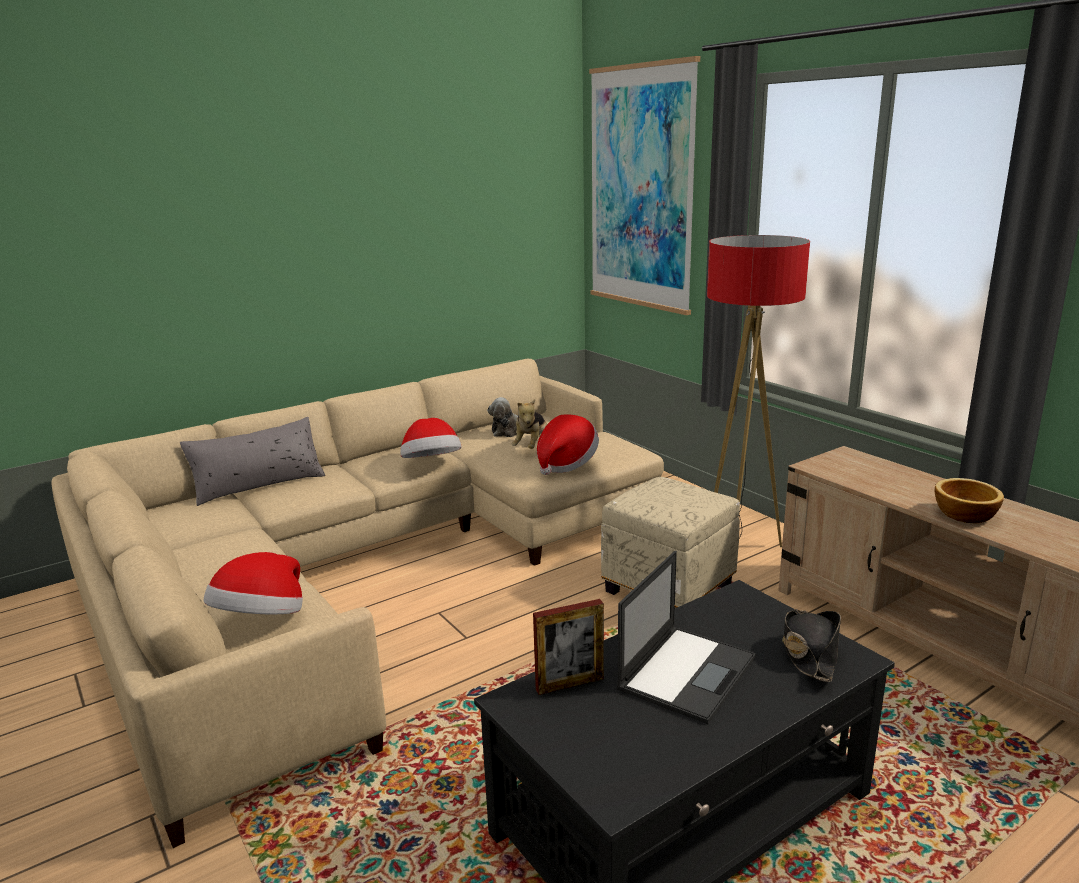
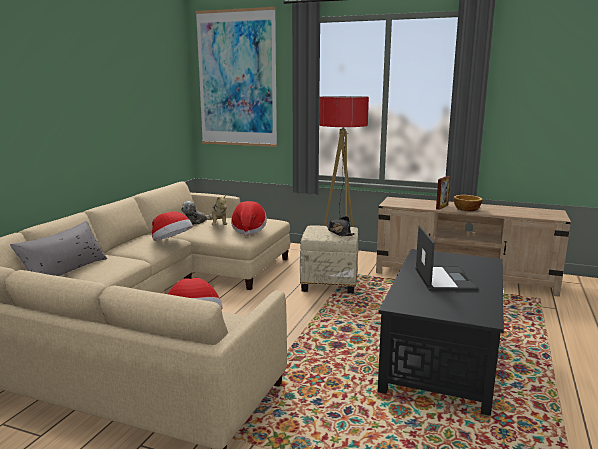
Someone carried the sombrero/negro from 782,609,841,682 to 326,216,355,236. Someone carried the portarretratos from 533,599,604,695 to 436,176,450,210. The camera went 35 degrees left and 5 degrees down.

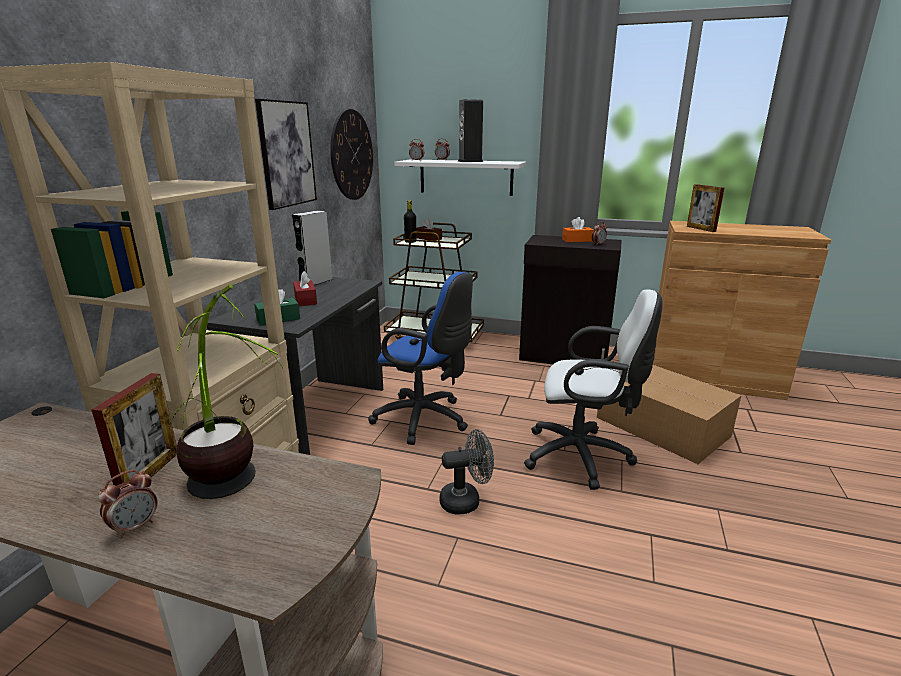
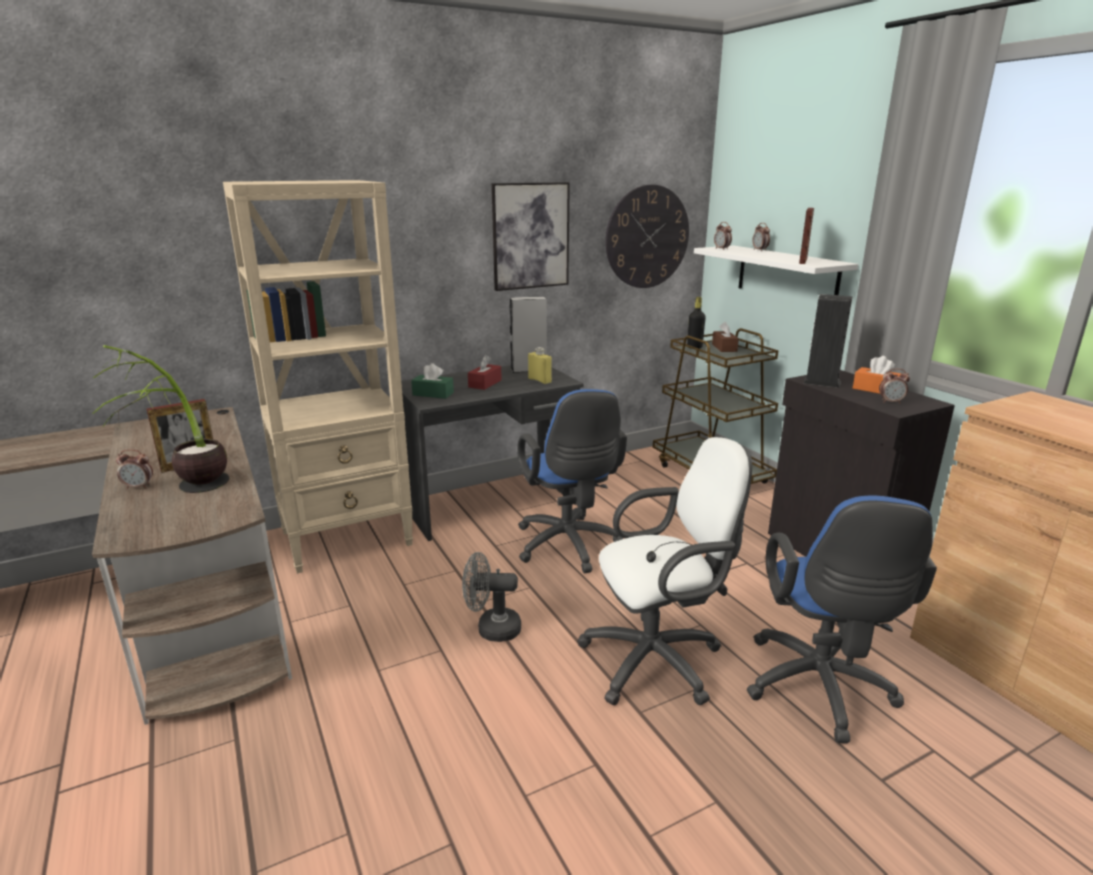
Someone rotated the ventilador/gris at 440,429,494,515 by 150 degrees clockwise. Someone put down the botella/amarillo at 528,347,552,384. Someone rotated the silla de oficina/blanco at 524,289,663,490 by 75 degrees counterclockwise. Someone swapped the caja de cartón at 597,365,741,464 for the silla de oficina/azul at 747,495,937,744. Someone carried the portarretratos from 687,184,724,232 to 799,208,814,264. Someone carried the altavoz from 458,99,484,162 to 804,294,853,388. The camera went 45 degrees right and 0 degrees up.

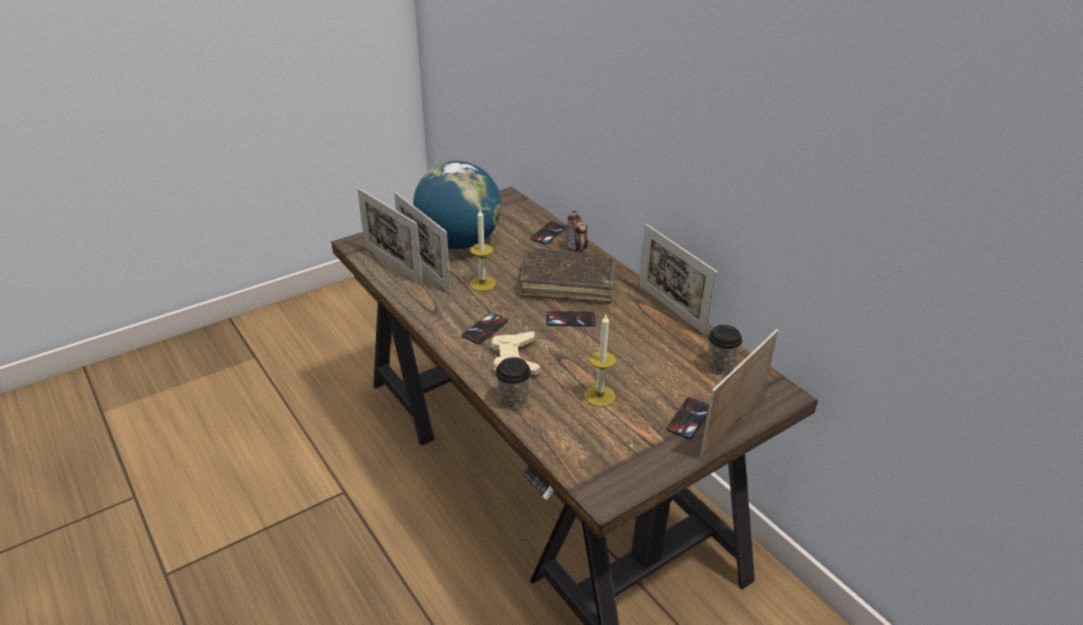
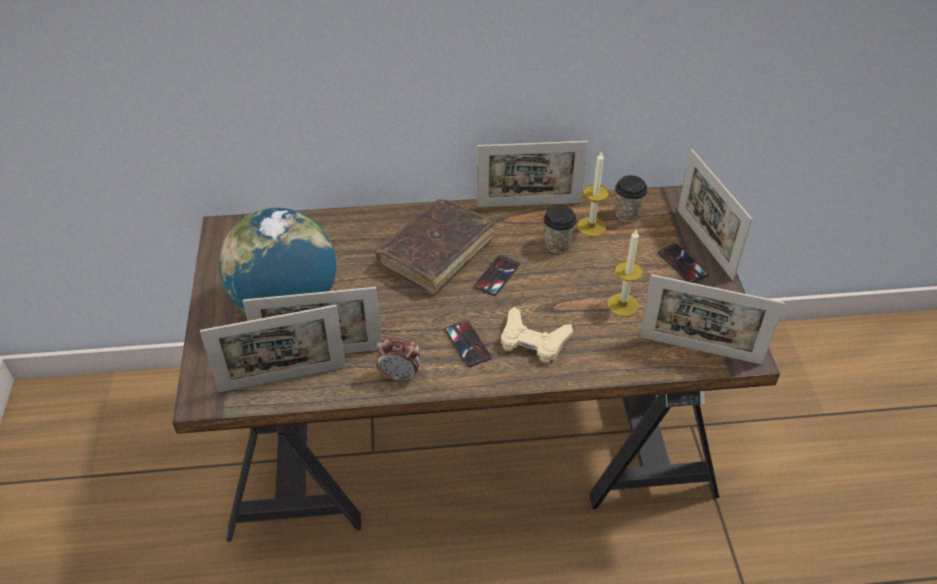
Someone carried the despertador from 565,210,588,253 to 376,337,420,382. Someone carried the taza from 495,357,531,409 to 544,205,577,253. Someone carried the vela from 470,209,496,291 to 577,152,609,237. Someone put down the portarretratos at 639,274,784,365. Someone took away the móvil at 530,221,566,244. The camera went 60 degrees left and 10 degrees up.

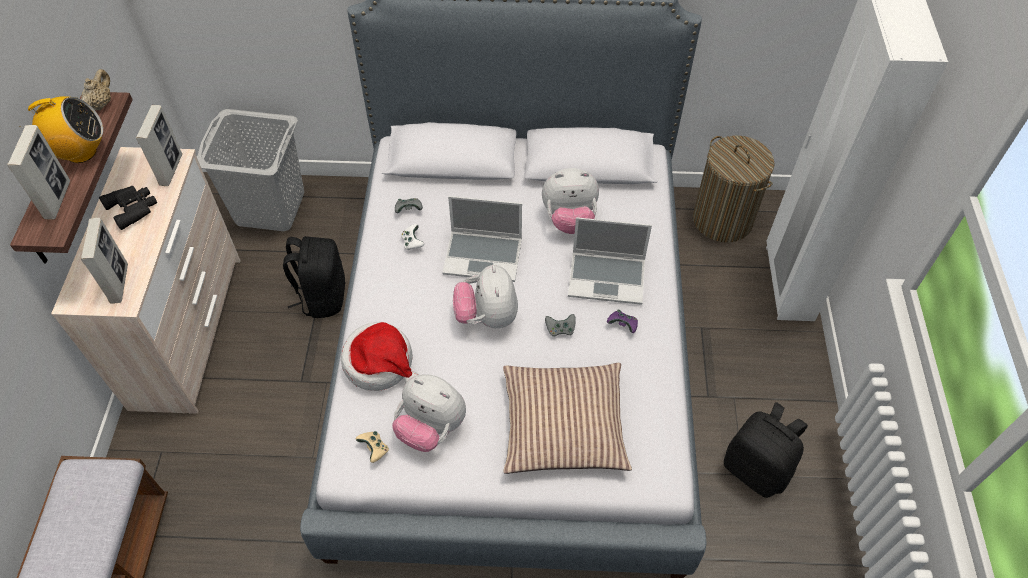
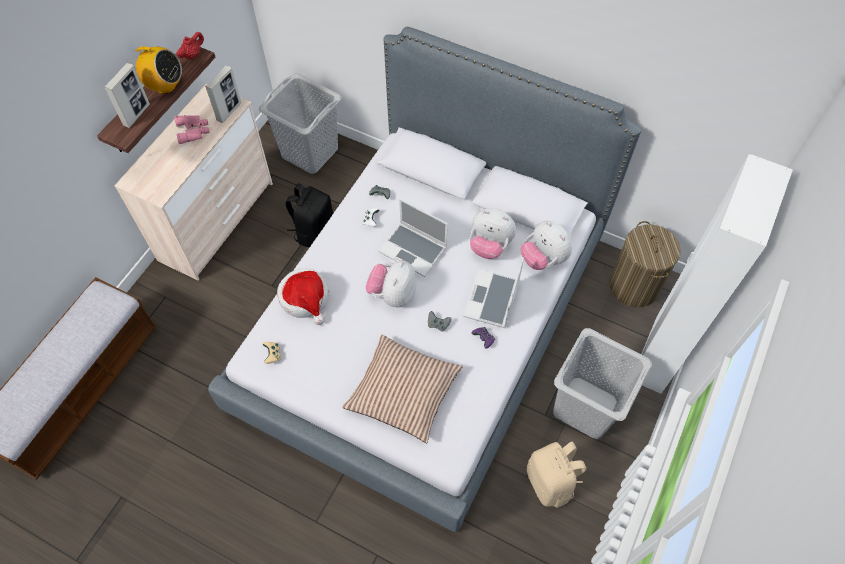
Someone repainted the prismáticos/negro at 99,186,157,230, which became the prismáticos/rosa at 174,115,210,144. Someone repainted the tetera/beis at 81,69,111,111, which became the tetera/rojo at 176,32,204,60. Someone rotated the portátil at 568,217,652,305 by 75 degrees clockwise. Someone carried the peluche from 392,374,466,452 to 521,221,572,270. Someone repainted the mochila/negro at 724,402,808,498, which became the mochila/beis at 527,441,587,508. Someone put down the cesto de la ropa/gris at 553,328,652,439. Someone took away the portarretratos at 81,218,128,304. The camera went 25 degrees right and 5 degrees up.

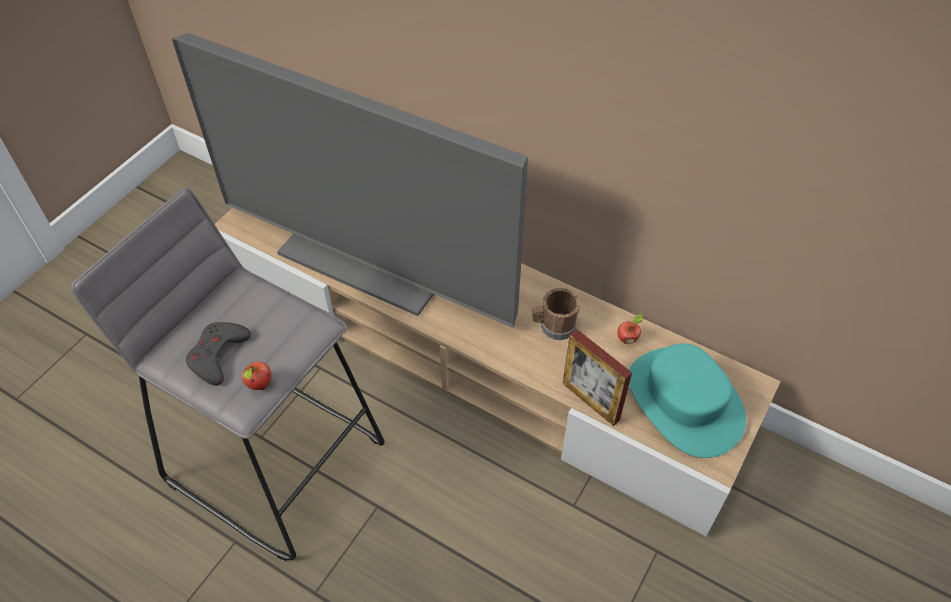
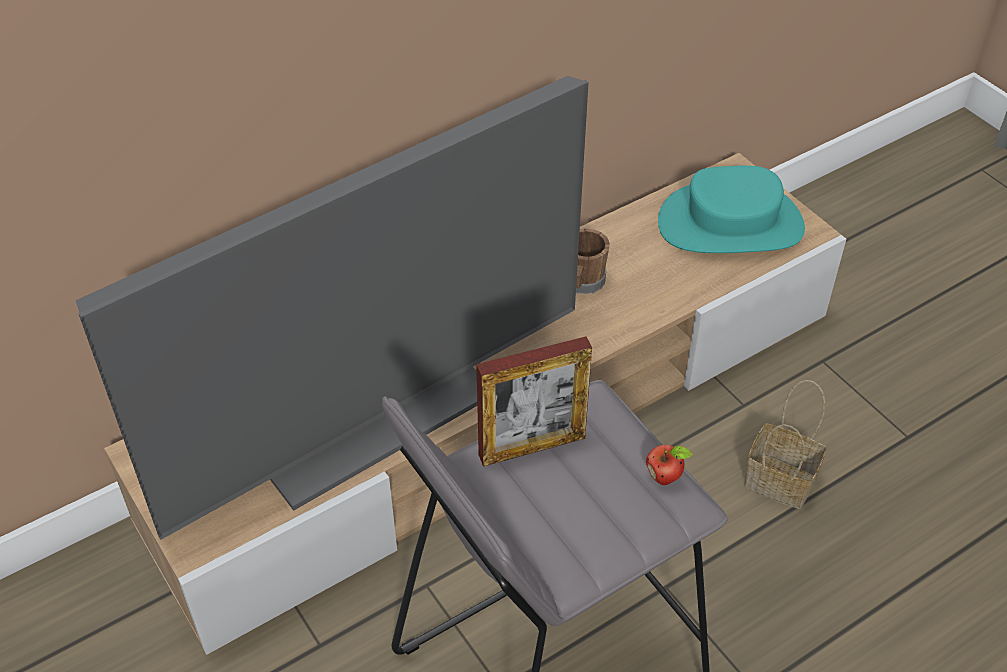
Someone carried the portarretratos from 563,329,632,426 to 476,336,592,466. Someone put down the cesta at 744,380,827,509. Someone took away the mando de consola/gris at 186,322,251,386. Someone took away the manzana at 618,314,643,344. The camera went 65 degrees left and 5 degrees down.

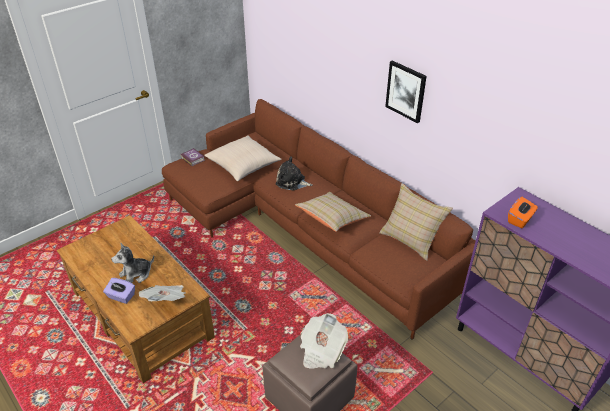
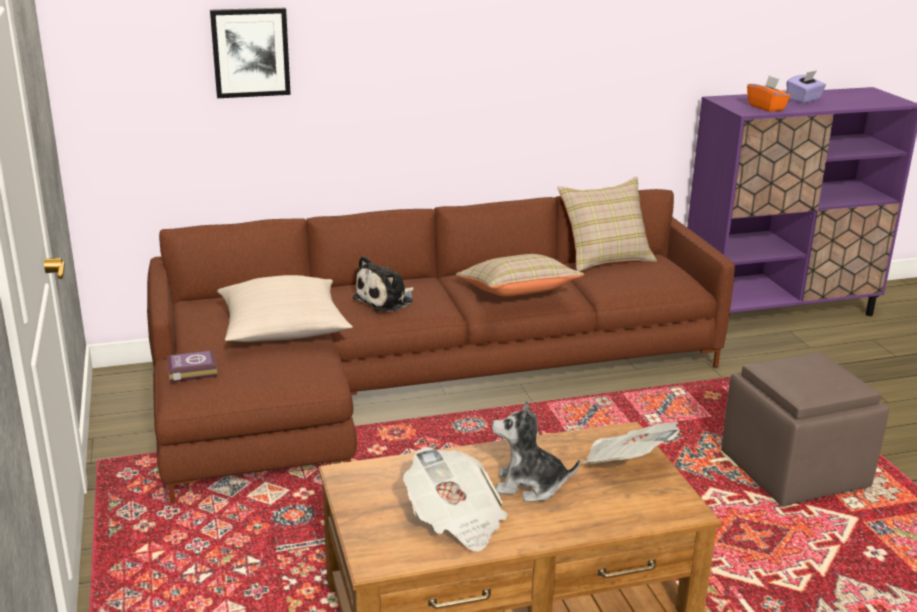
Someone carried the cuadro from 385,61,427,123 to 210,8,291,98. Someone carried the periódico from 300,313,348,369 to 403,447,508,551. Someone rotated the peluche at 111,243,154,283 by 105 degrees clockwise. Someone carried the caja de pañuelos/morado from 103,278,135,304 to 787,70,826,103. The camera went 65 degrees left and 15 degrees down.

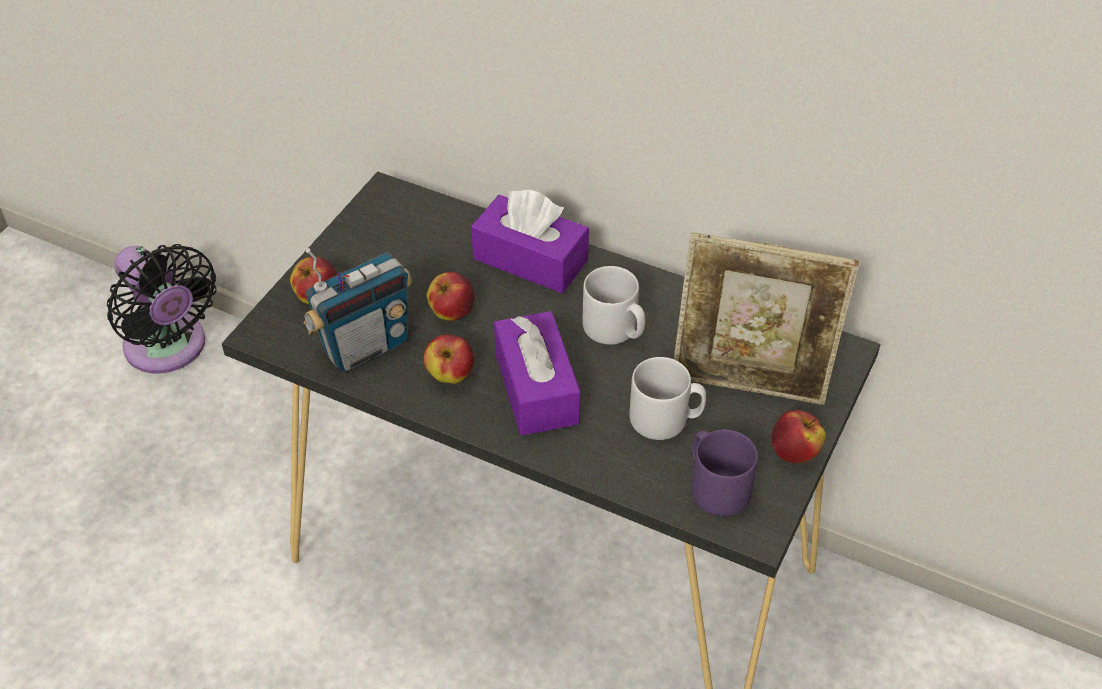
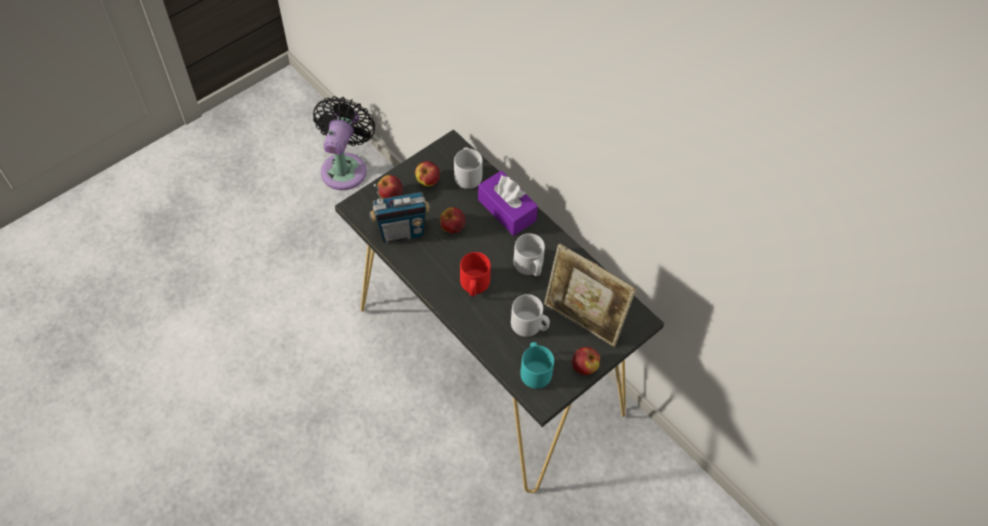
Someone rotated the ventilador/negro at 107,244,217,374 by 150 degrees counterclockwise. Someone carried the manzana from 423,334,474,384 to 415,161,440,187. Someone put down the taza grande/gris at 454,147,483,189. Someone swapped the caja de pañuelos/morado at 494,311,580,435 for the taza grande/rojo at 460,252,491,296. Someone repainted the taza grande/morado at 691,430,758,516, which became the taza grande/turquesa at 520,342,554,389. The camera went 20 degrees right and 10 degrees up.

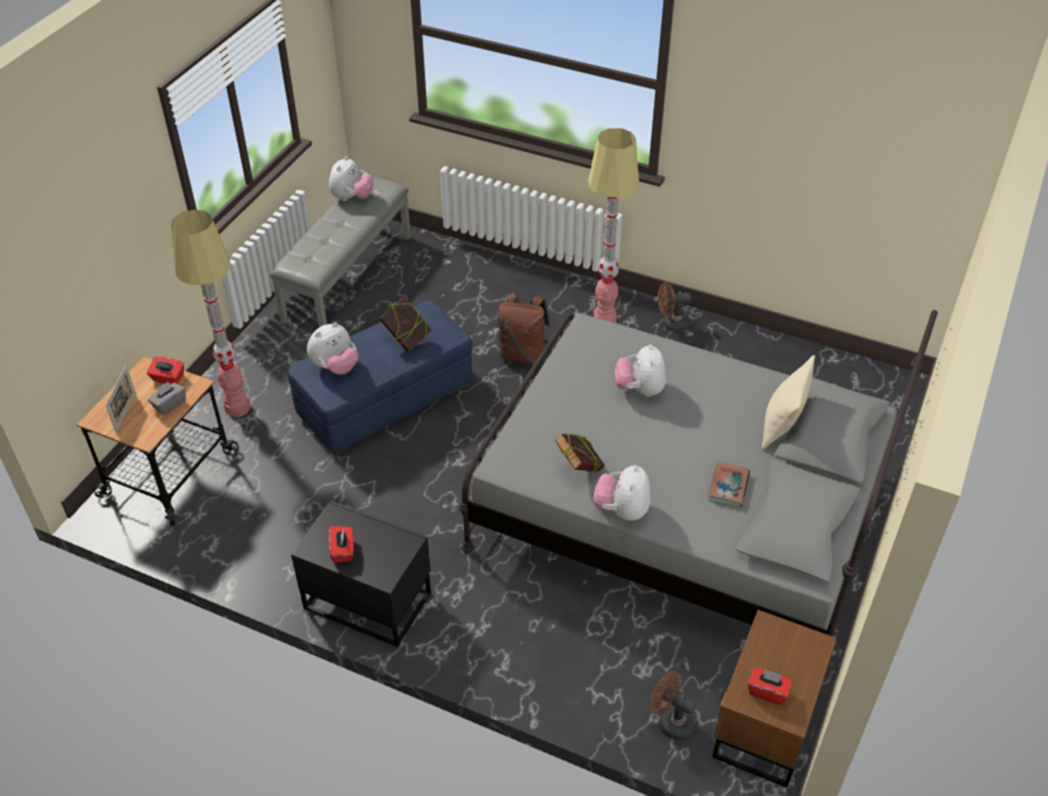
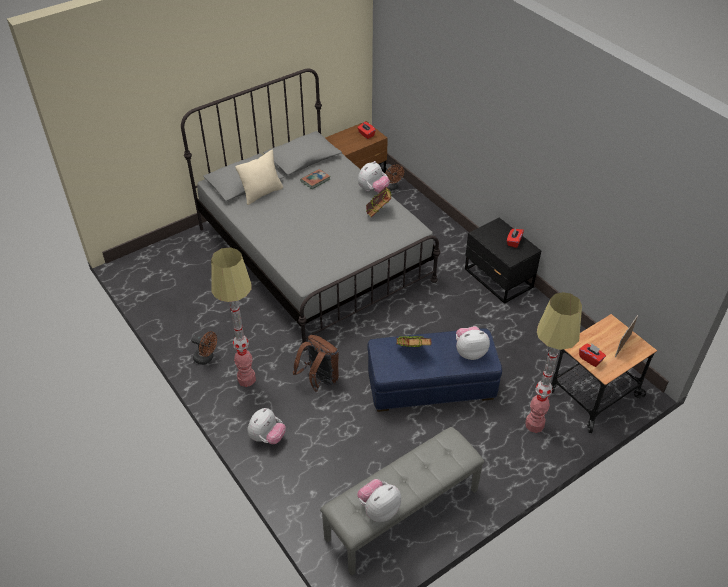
Someone carried the peluche from 615,344,666,397 to 248,408,286,444. Someone took away the caja de pañuelos/gris at 148,382,186,415. The camera went 150 degrees left and 0 degrees up.

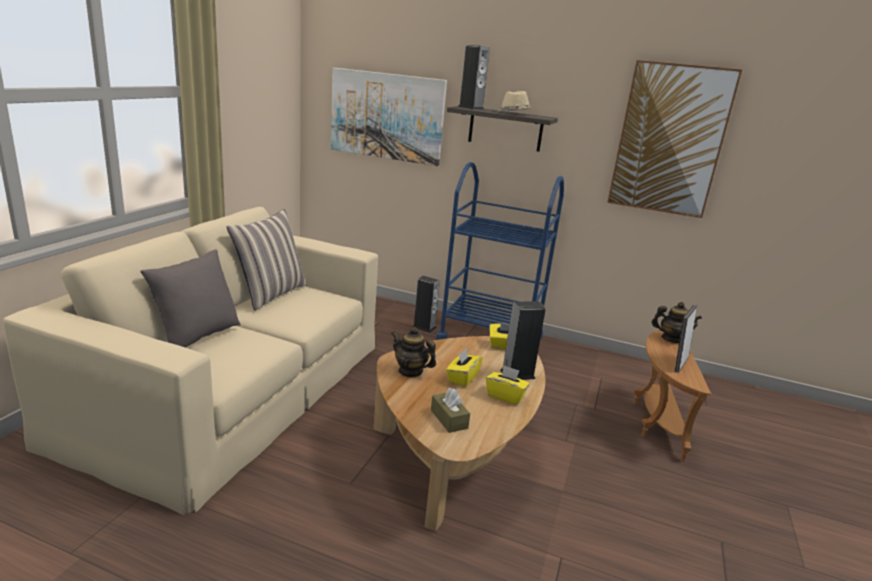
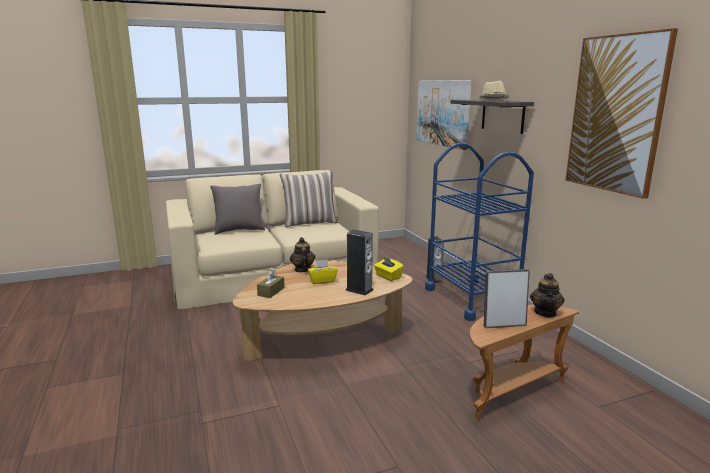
Someone rotated the tetera at 651,302,702,343 by 45 degrees clockwise. Someone took away the altavoz at 458,45,490,110. Someone took away the caja de pañuelos/amarillo at 486,365,530,405. The camera went 50 degrees right and 5 degrees down.

